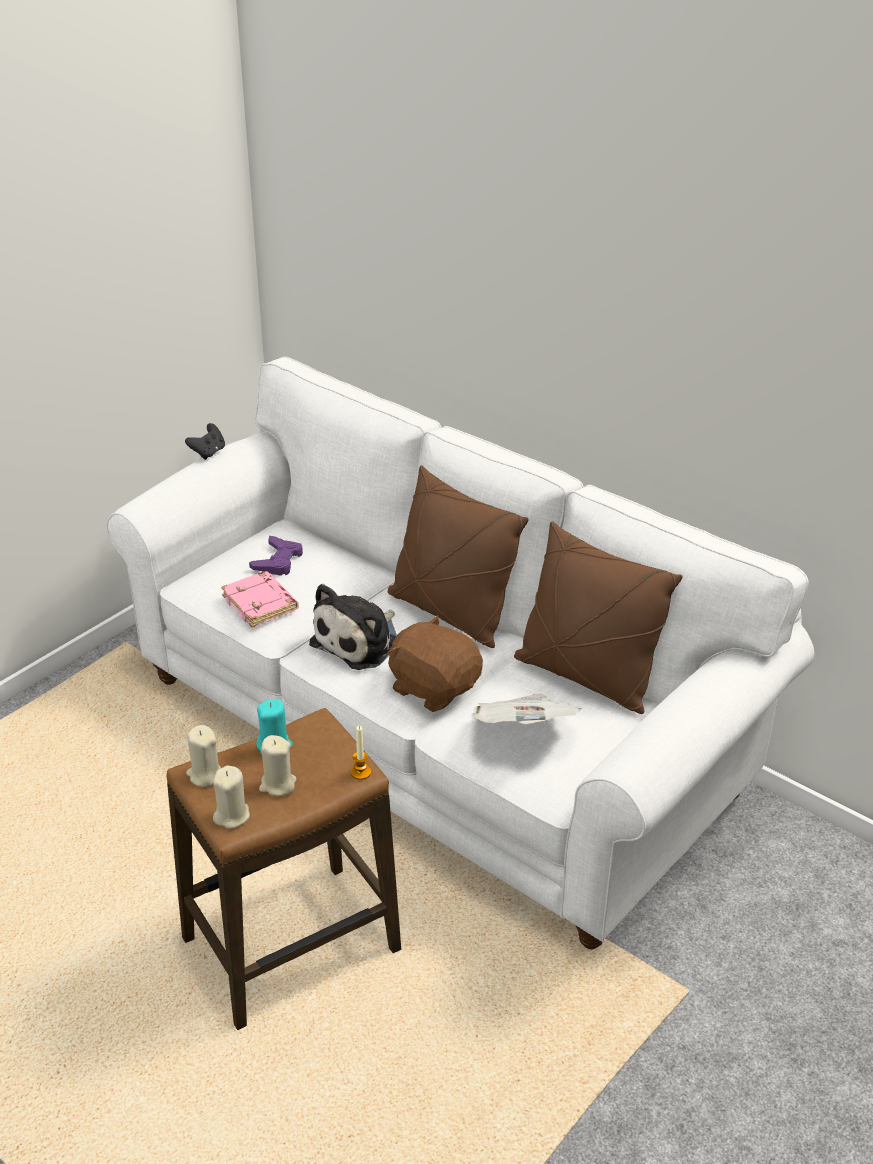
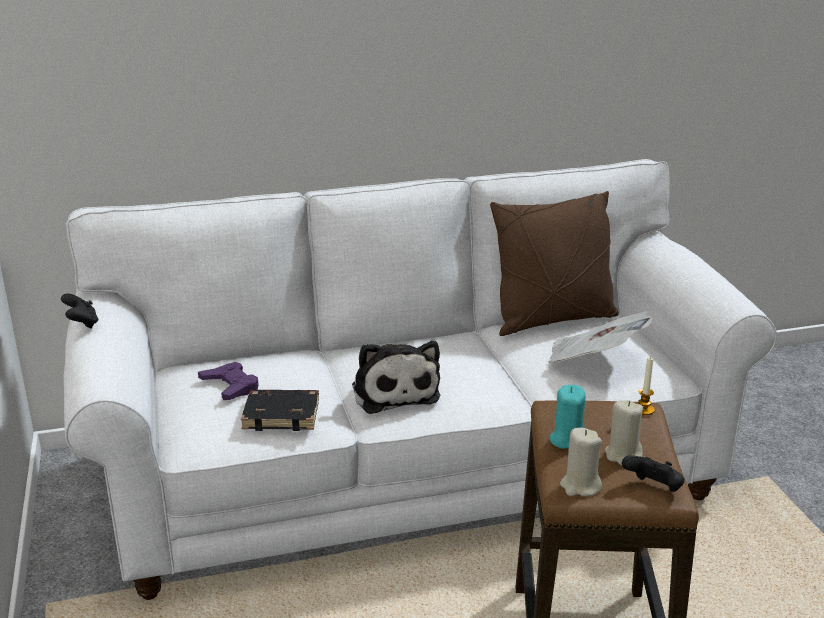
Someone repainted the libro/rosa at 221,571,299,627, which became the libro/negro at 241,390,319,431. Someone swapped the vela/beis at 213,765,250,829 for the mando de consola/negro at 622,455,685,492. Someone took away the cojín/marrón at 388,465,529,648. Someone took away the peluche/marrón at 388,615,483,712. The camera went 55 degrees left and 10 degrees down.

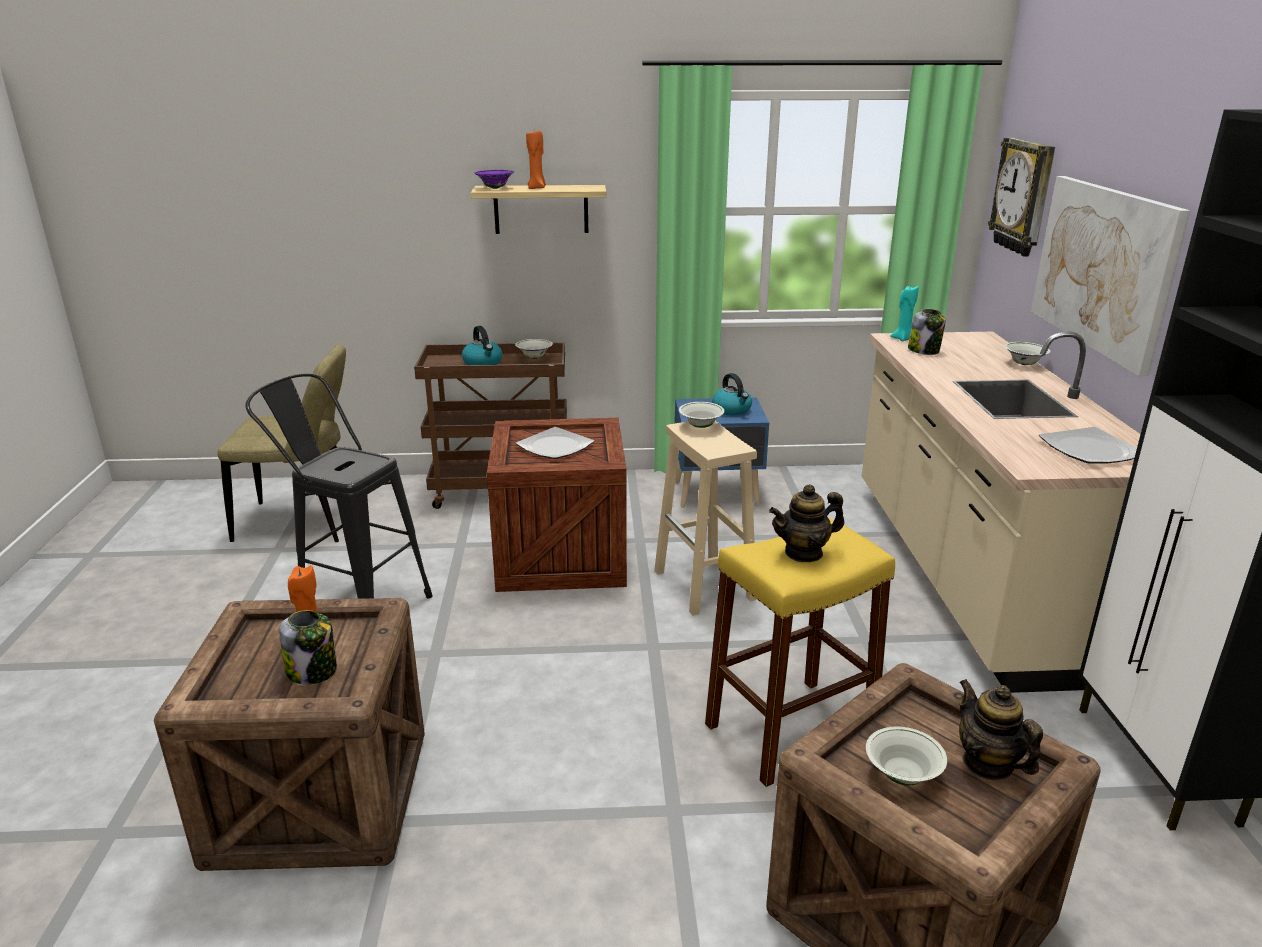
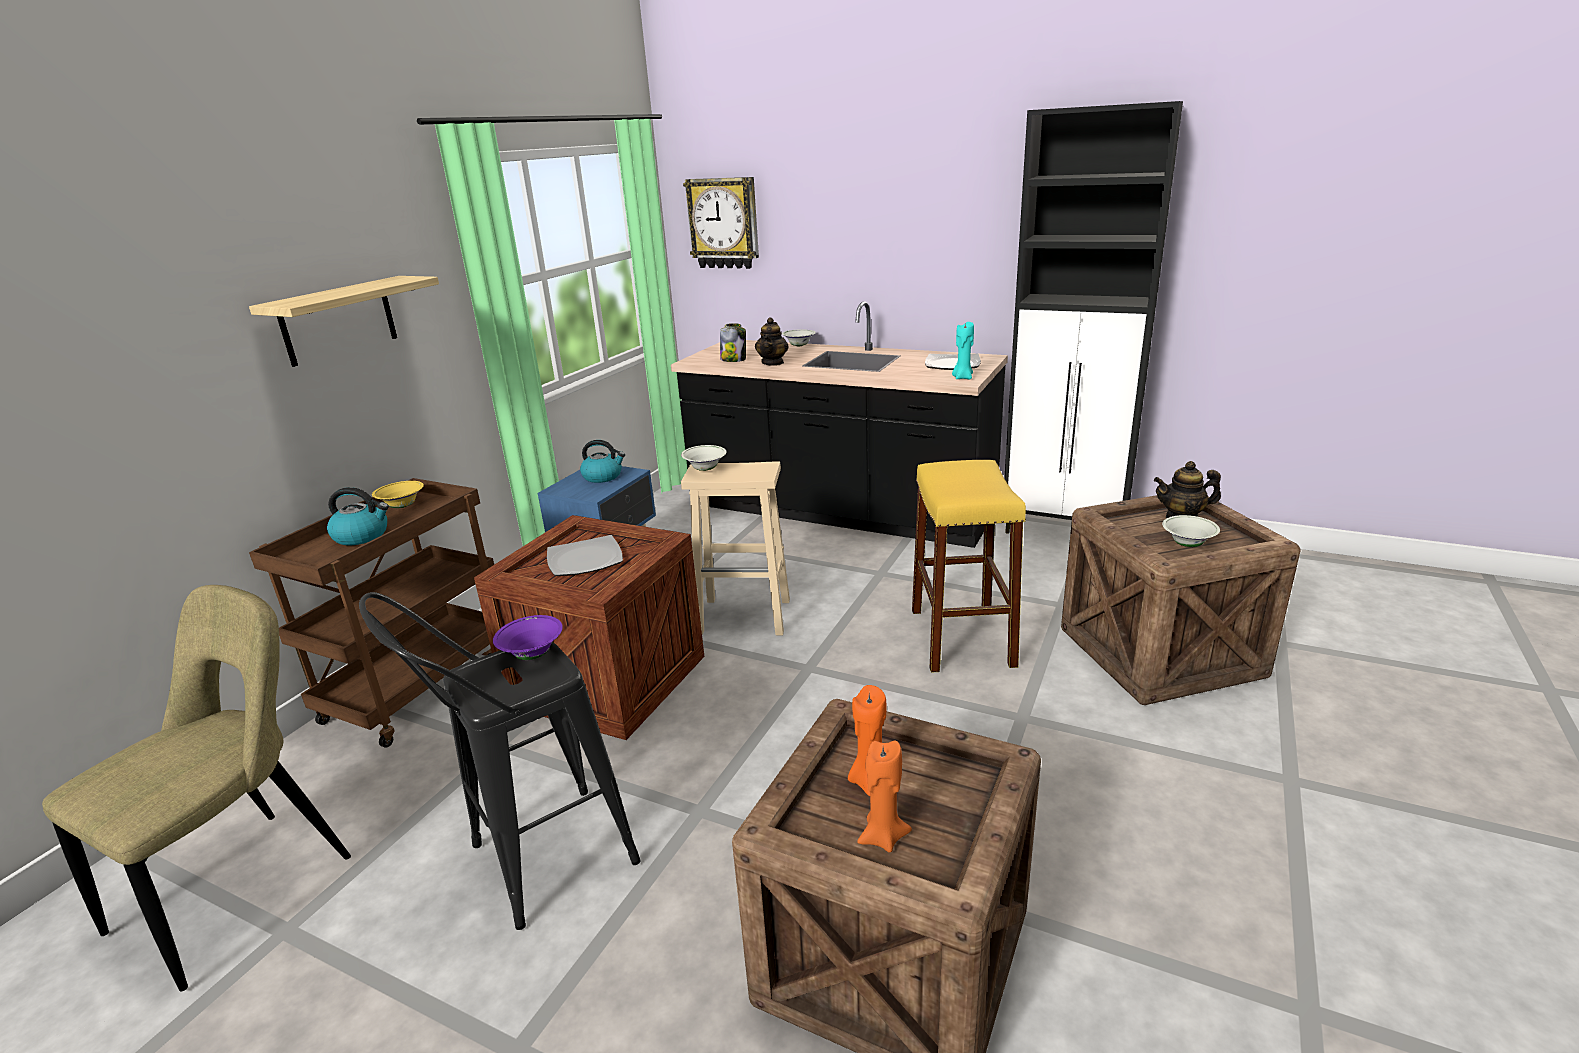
Someone repainted the cuenco/blanco at 515,339,553,359, which became the cuenco/amarillo at 372,481,424,508. Someone carried the cuenco/morado from 474,170,514,189 to 493,615,563,660. Someone repainted the mueble bajo de cocina/beis at 862,331,1141,693, which became the mueble bajo de cocina/negro at 671,301,1008,548. Someone carried the tetera from 769,484,844,562 to 755,317,788,366. Someone carried the vela/naranja from 526,131,546,189 to 857,741,912,853. Someone carried the vela/turquesa from 890,286,918,342 to 952,321,974,379. Someone took away the tarro at 279,610,337,684. Someone took away the cuadro at 1031,176,1190,376. The camera went 60 degrees left and 0 degrees up.

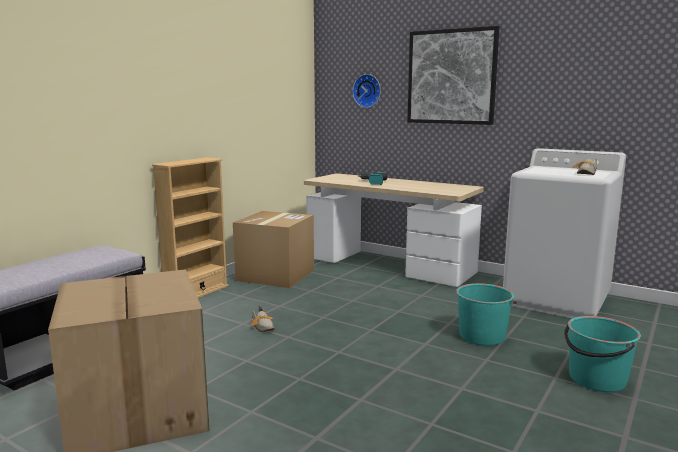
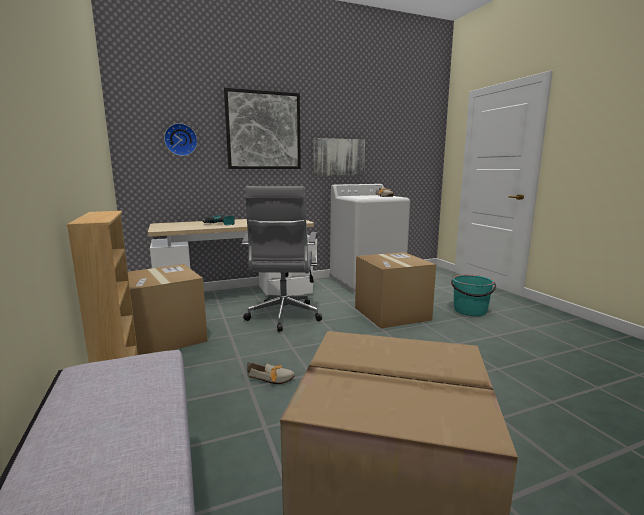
Someone put down the silla de oficina/gris at 241,186,322,332. Someone put up the cuadro at 313,138,365,176. Someone swapped the cubo/turquesa at 456,283,517,346 for the caja de cartón at 355,252,436,329. The camera went 55 degrees left and 0 degrees up.

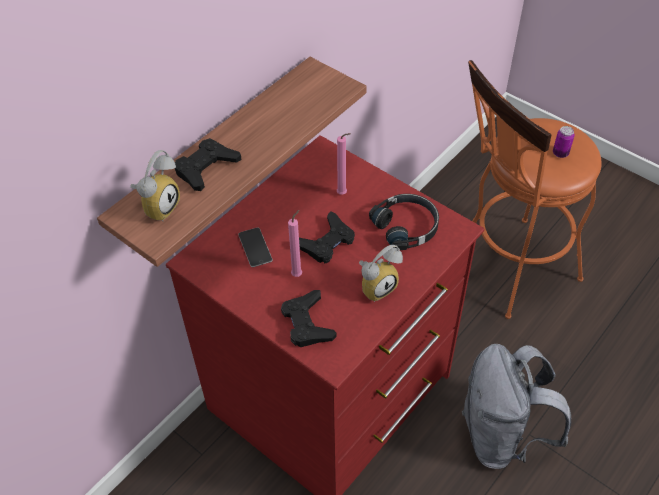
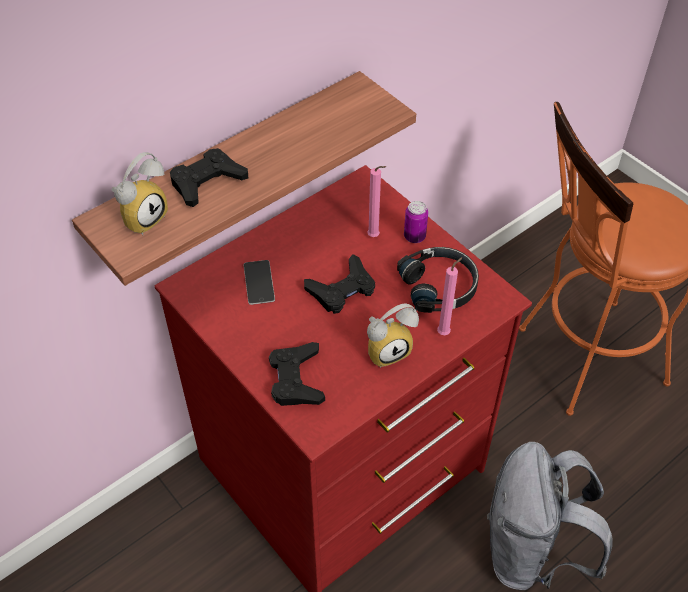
Someone carried the lata from 553,126,575,158 to 404,201,428,243. Someone carried the vela/rosa from 288,210,302,277 to 437,257,462,335. The camera went 10 degrees right and 0 degrees up.

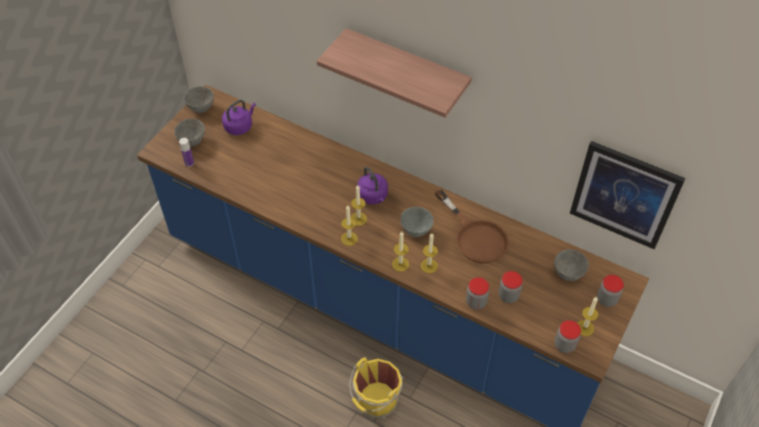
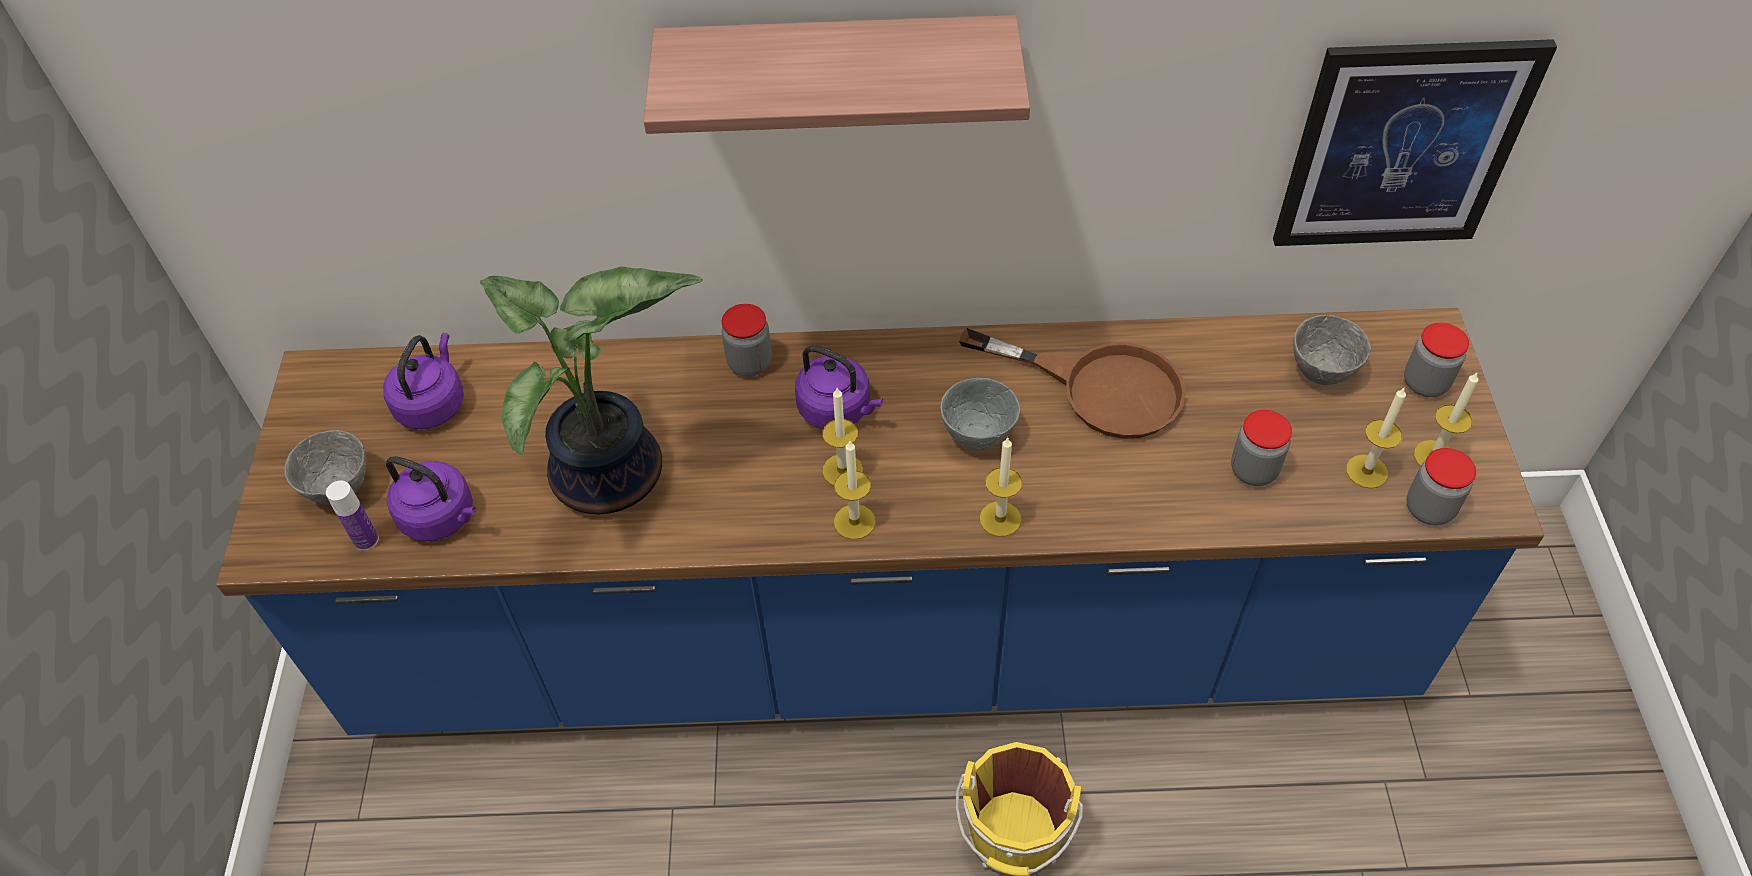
Someone put down the hervidor/morado at 386,456,476,541. Someone put down the planta en maceta at 480,266,703,514. Someone carried the tarro from 466,277,489,310 to 722,304,772,377. Someone carried the vela from 421,233,438,273 to 1346,388,1406,489. Someone took away the cuenco/gris at 184,86,214,113. The camera went 30 degrees left and 0 degrees up.

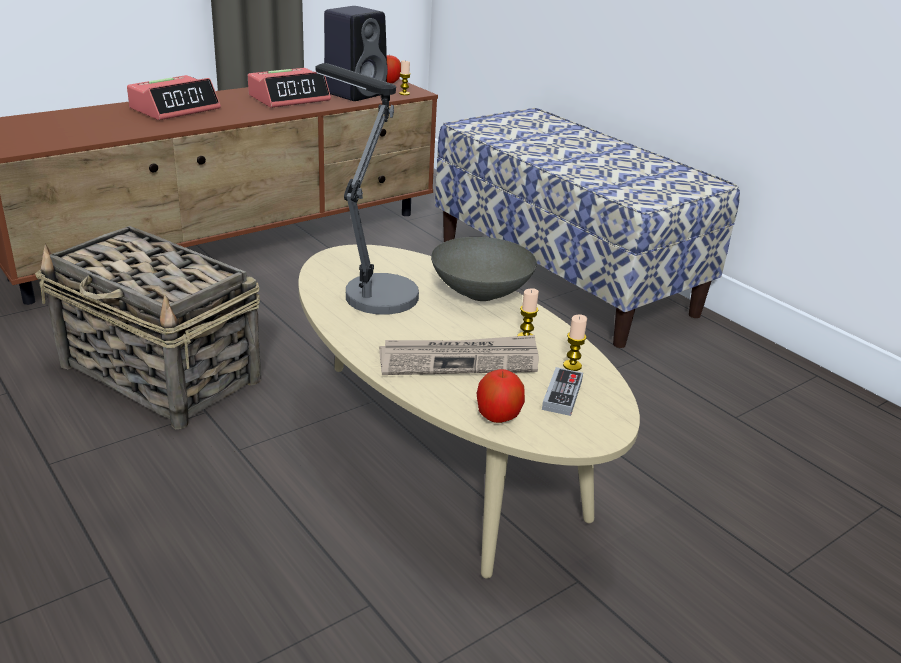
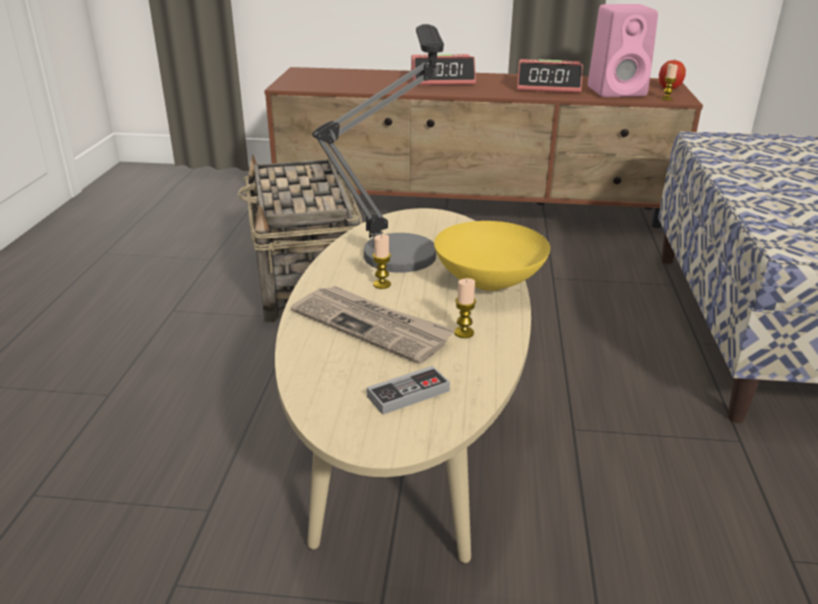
Someone carried the vela from 563,314,587,371 to 373,234,391,289. Someone repainted the cuenco/gris at 431,237,537,301, which became the cuenco/amarillo at 434,221,550,291. Someone repainted the altavoz/negro at 324,6,388,101, which became the altavoz/rosa at 588,4,658,97. Someone took away the manzana at 477,369,525,423. The camera went 45 degrees right and 0 degrees up.

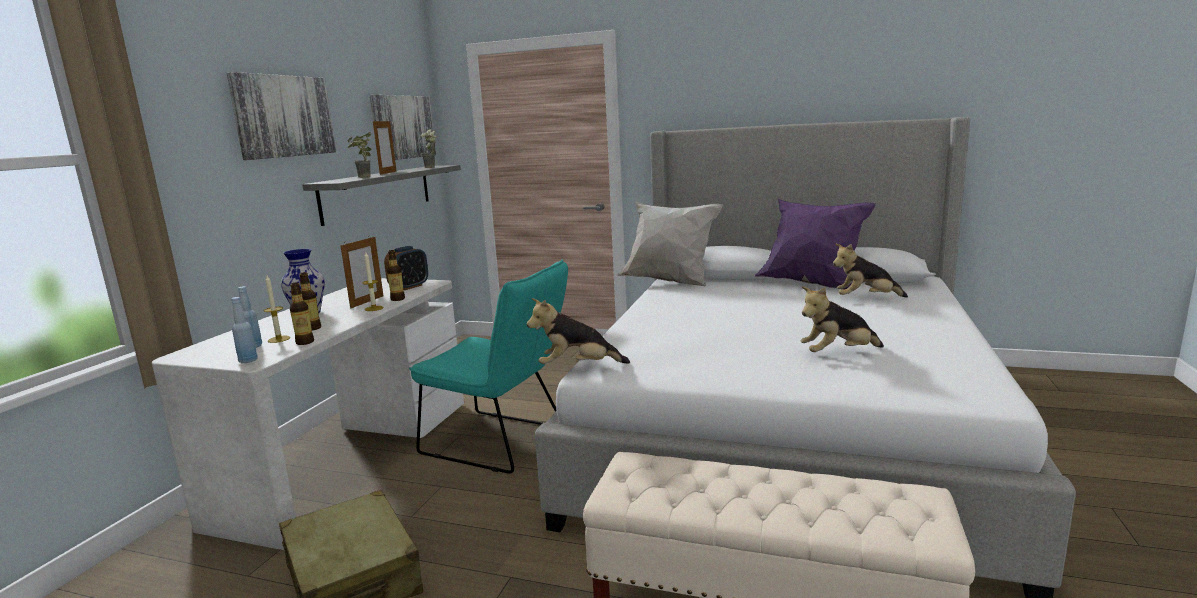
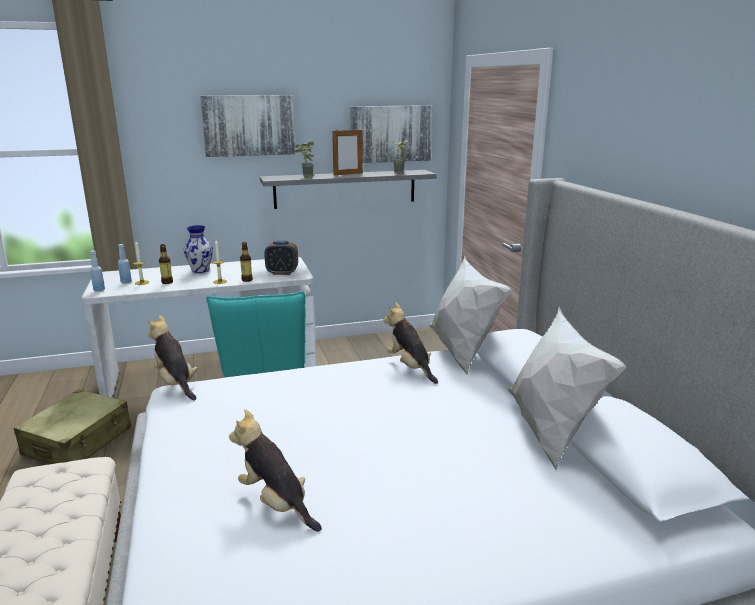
Someone carried the peluche from 833,244,908,298 to 384,302,438,384. Someone repainted the cojín/morado at 755,199,876,290, which became the cojín/blanco at 508,306,626,470. Someone took away the botella at 290,283,314,345. Someone took away the portarretratos at 340,237,384,309. The camera went 55 degrees right and 5 degrees up.

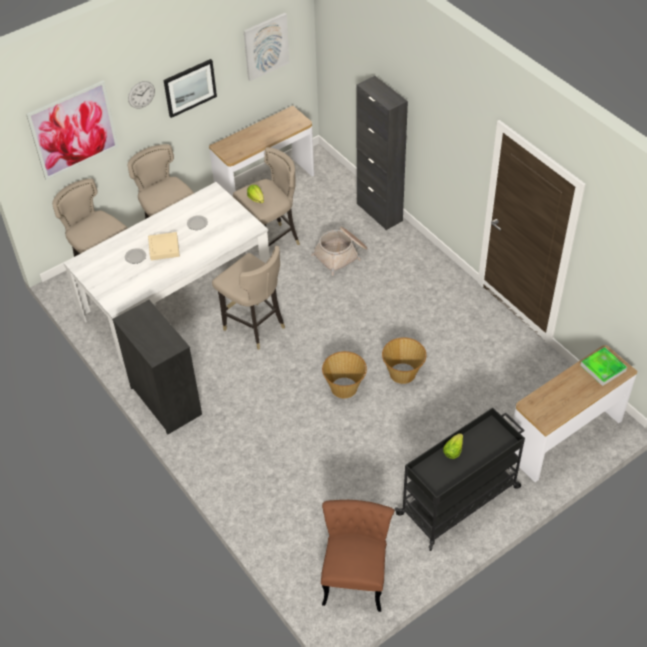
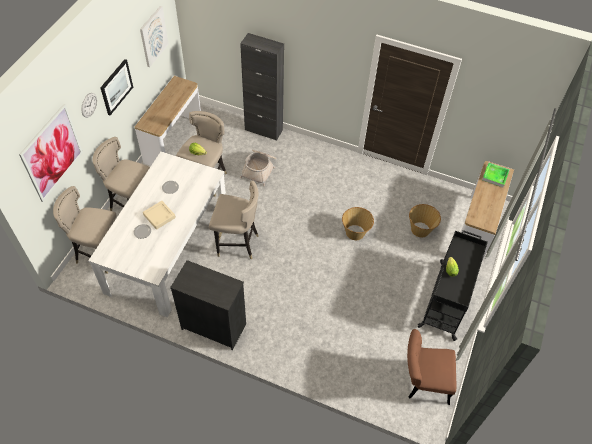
Someone rotated the silla/marrón at 321,500,394,612 by 60 degrees counterclockwise. Someone carried the cesta from 322,351,367,398 to 409,204,441,238. The camera went 35 degrees left and 5 degrees up.

